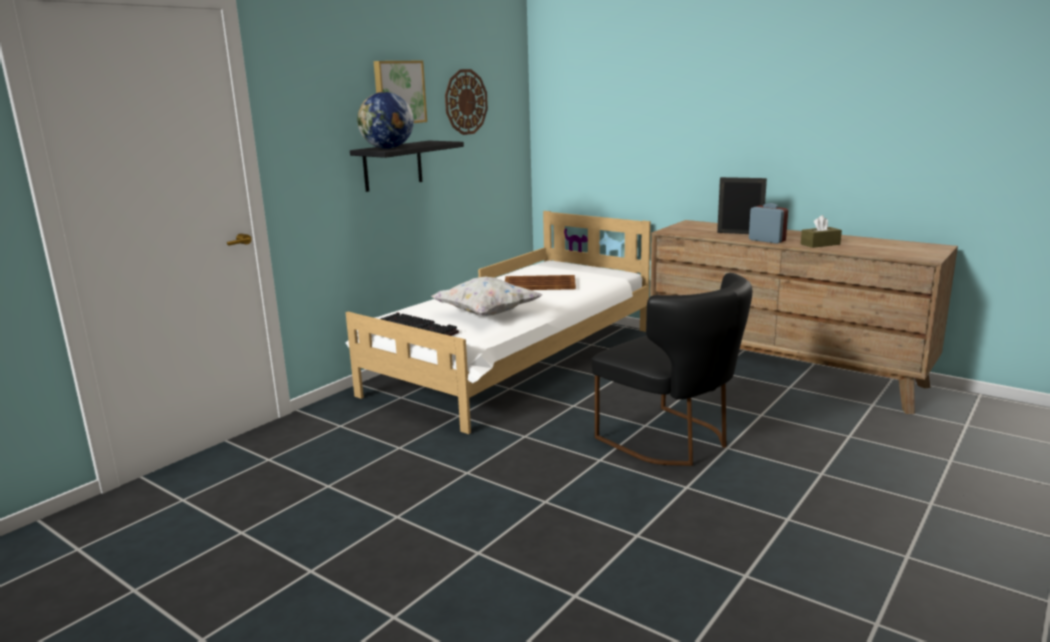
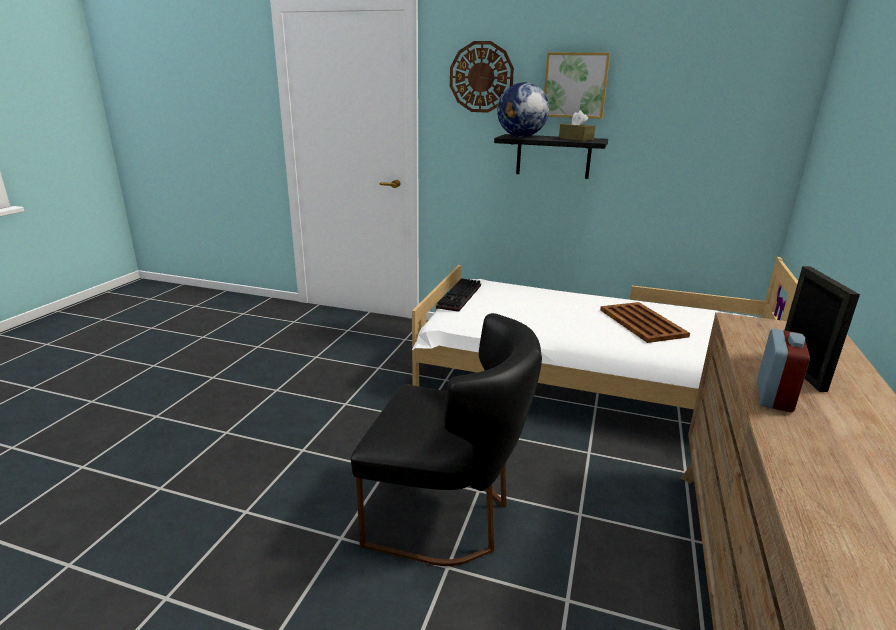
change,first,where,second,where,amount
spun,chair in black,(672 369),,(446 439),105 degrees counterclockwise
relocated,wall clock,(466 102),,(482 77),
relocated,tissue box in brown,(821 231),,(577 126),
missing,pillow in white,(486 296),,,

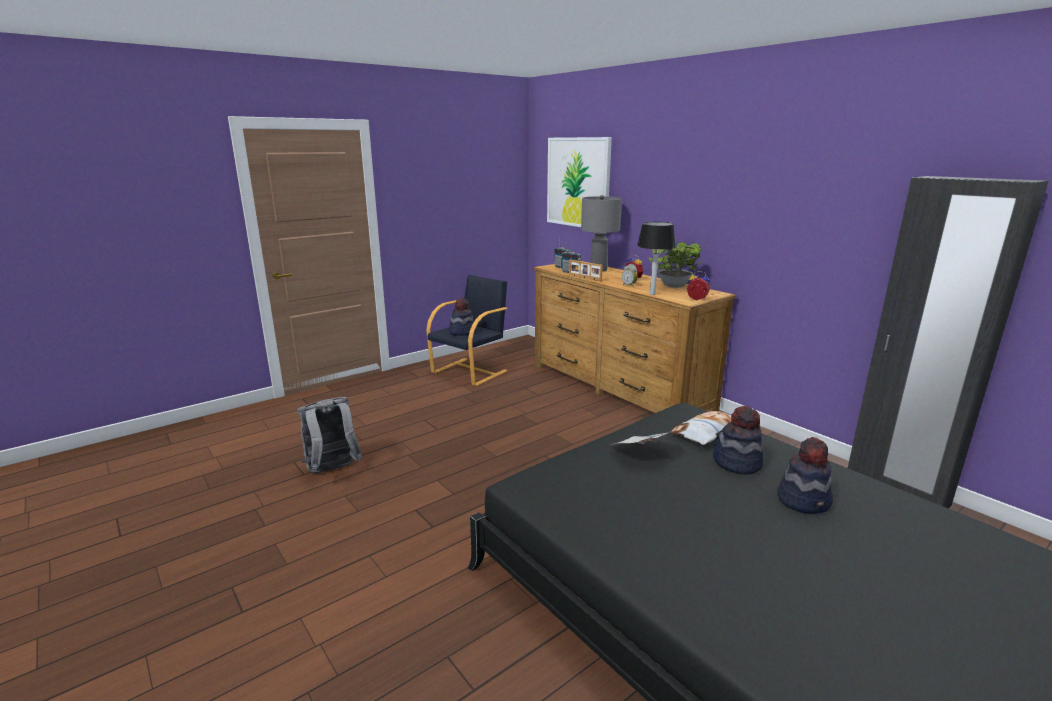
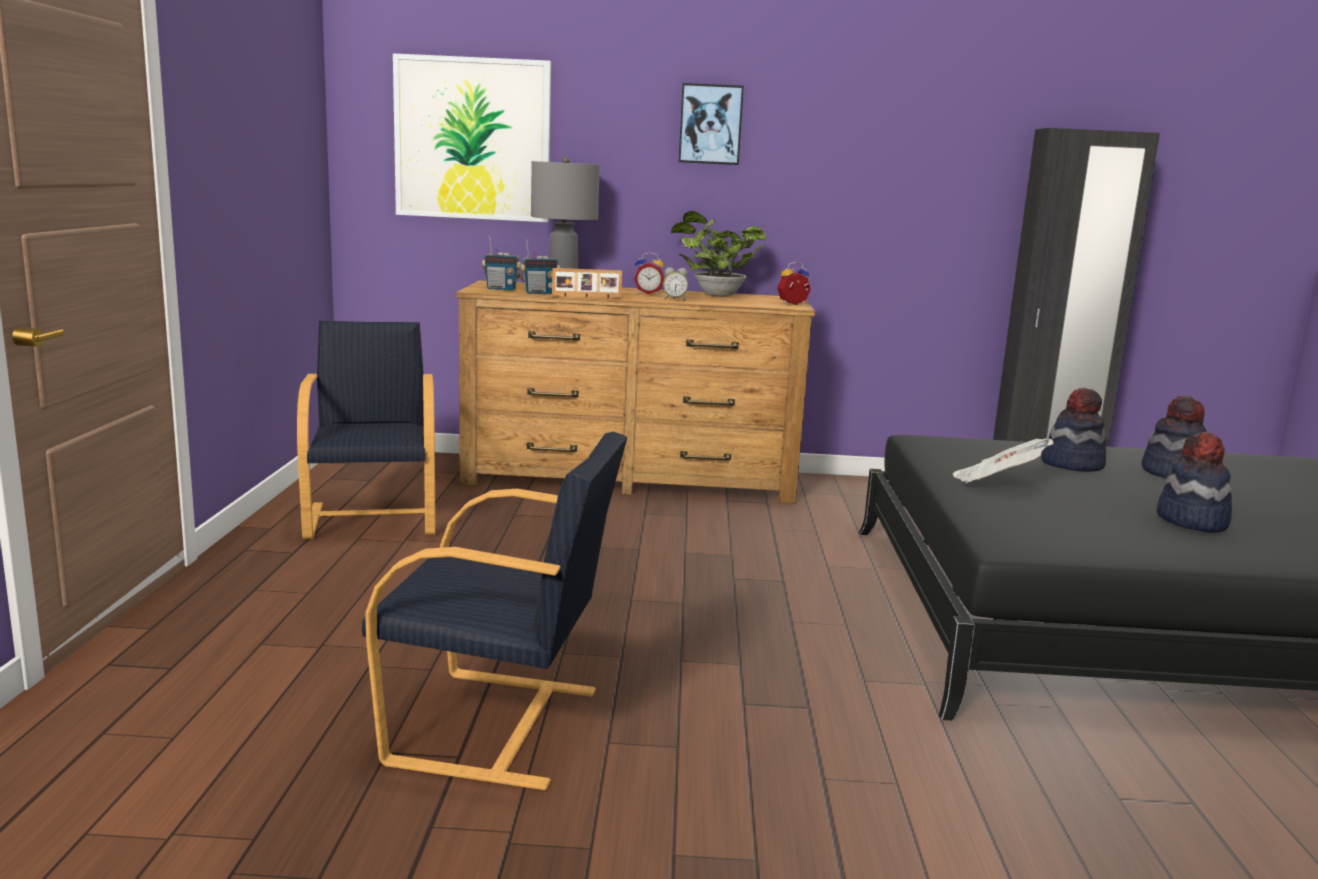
change,first,where,second,where,amount
exchanged,backpack in grey,(330 435),armchair in black,(494 611),
appeared,,,picture,(711 124),
relocated,hat,(462 317),,(1194 482),
missing,table lamp,(656 258),,,
missing,pillow,(700 428),,,

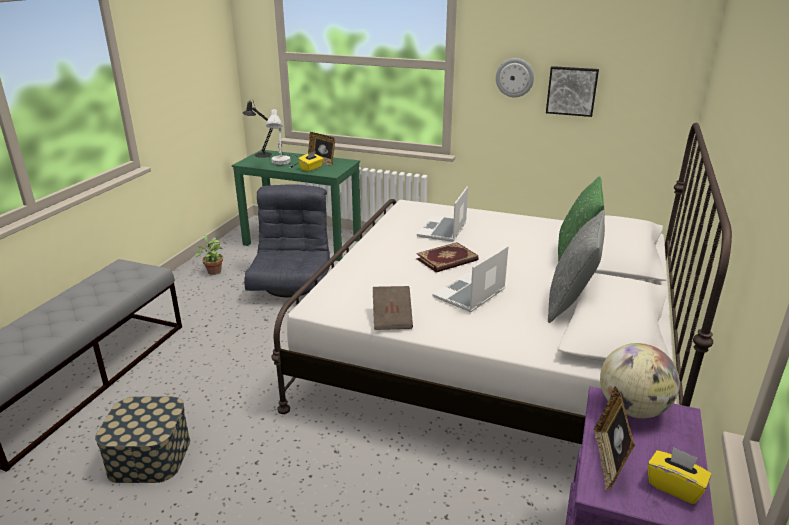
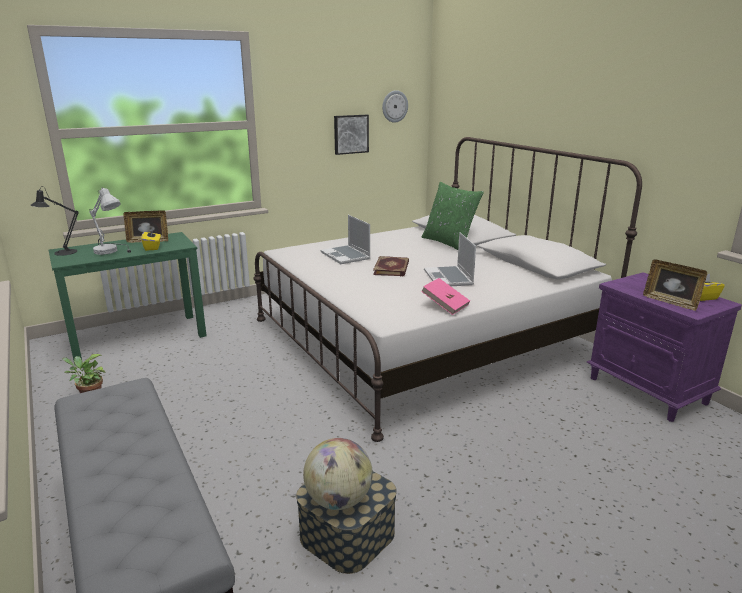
change,first,where,second,where,amount
relocated,globe,(640 380),,(338 474),
relocated,wall clock,(515 77),,(395 106),
colour,book in brown,(393 308),book in pink,(445 296),
missing,armchair in grey,(287 240),,,
missing,pillow in grey,(576 266),,,

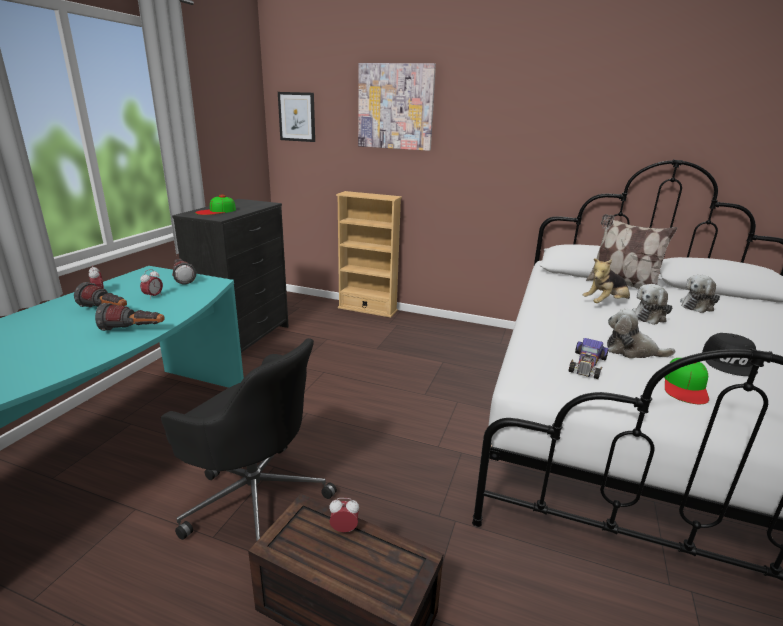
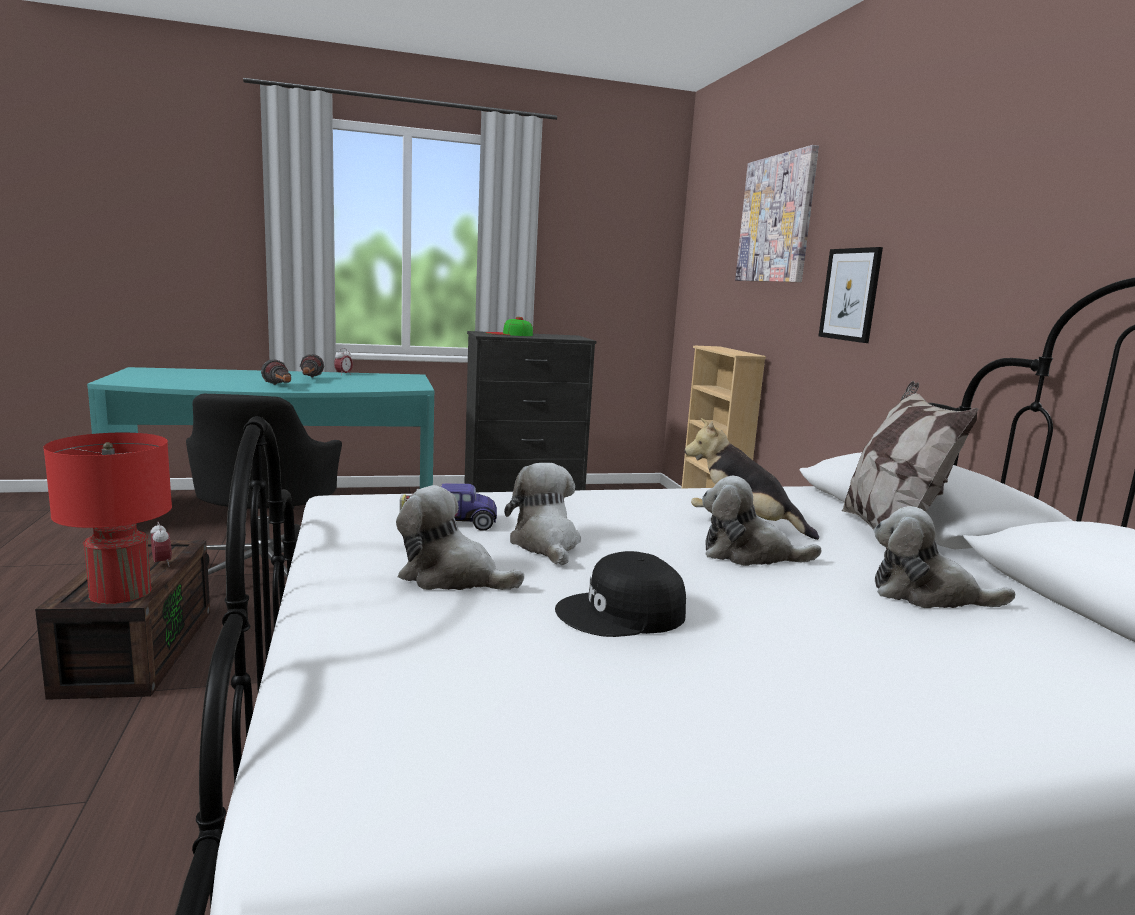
change,first,where,second,where,amount
appeared,,,table lamp in red,(107 518),
exchanged,cap,(686 381),plush toy,(460 537),
relocated,picture,(296 117),,(851 295),
missing,alarm clock,(151 284),,,
missing,flashlight,(184 271),,,

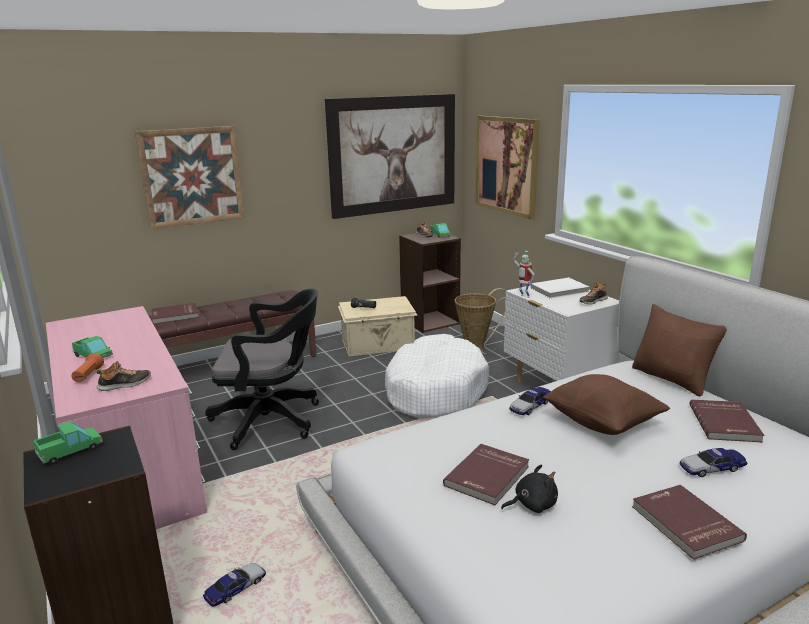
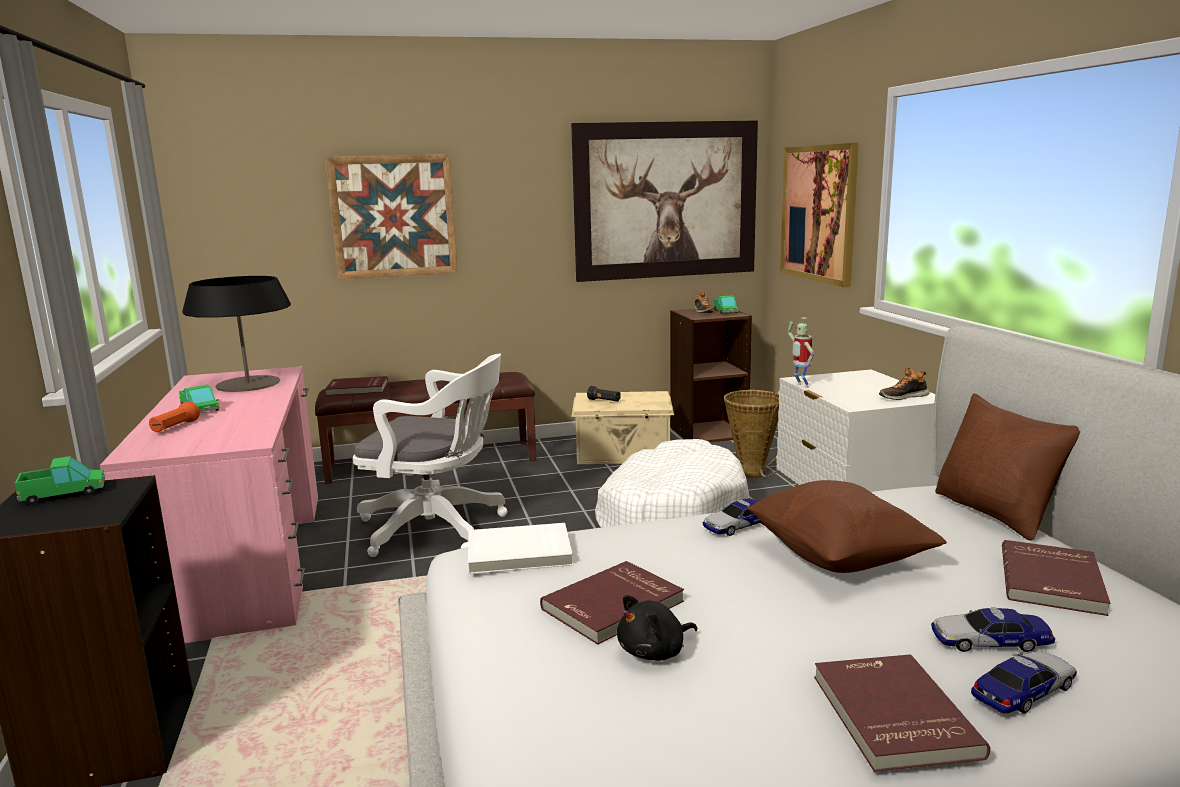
change,first,where,second,where,amount
appeared,,,table lamp,(236 334),
colour,office chair in black,(262 369),office chair in white,(430 455),
relocated,book in white,(559 288),,(520 548),
spun,plush toy in black,(529 488),,(657 627),150 degrees clockwise
relocated,toy car,(234 585),,(1024 682),
missing,shoe,(123 376),,,

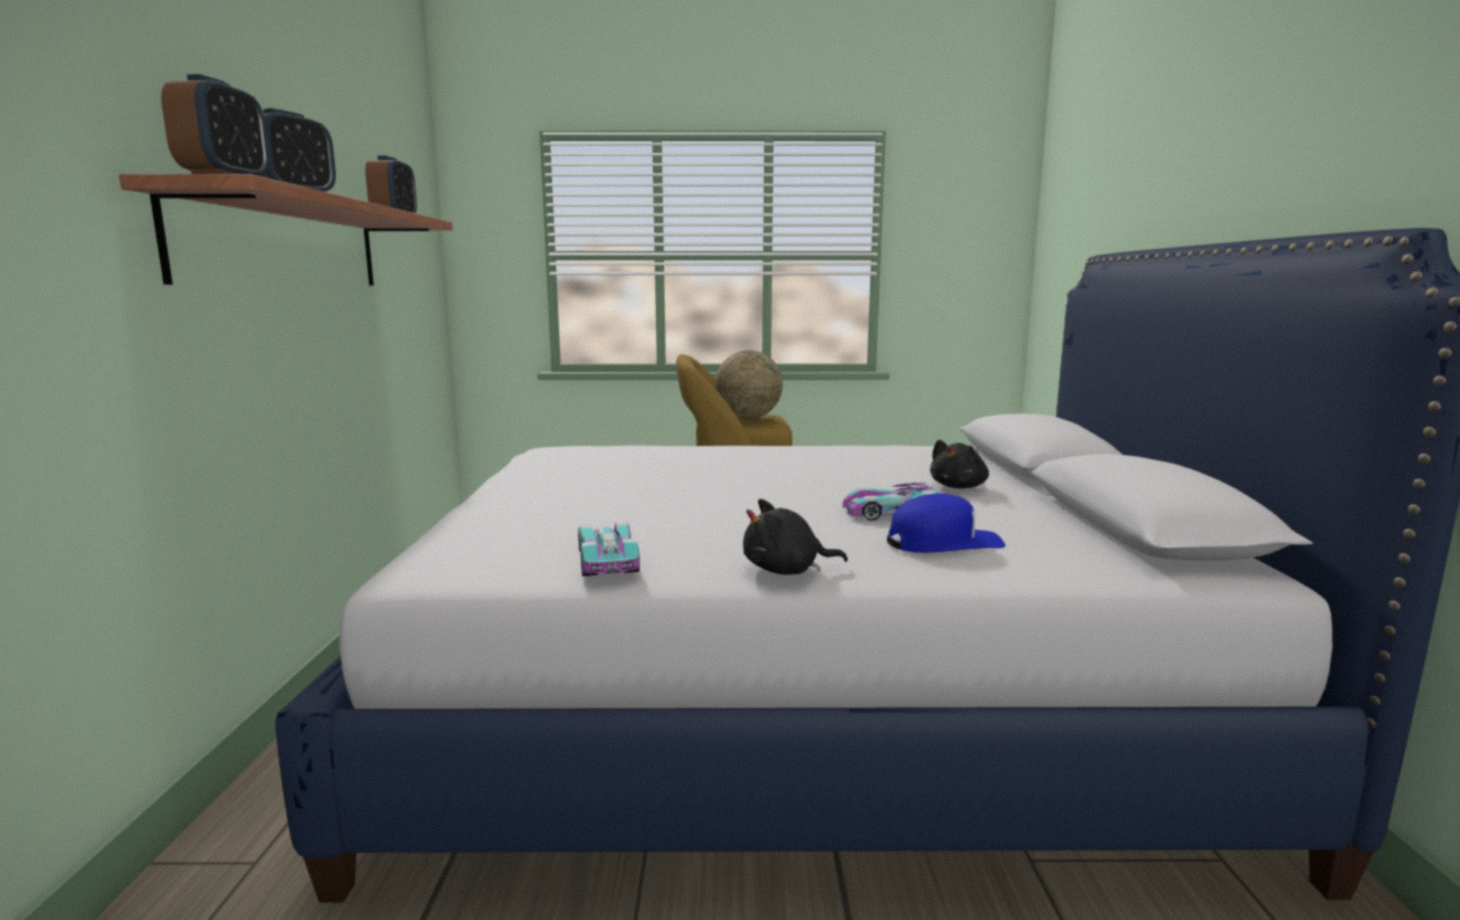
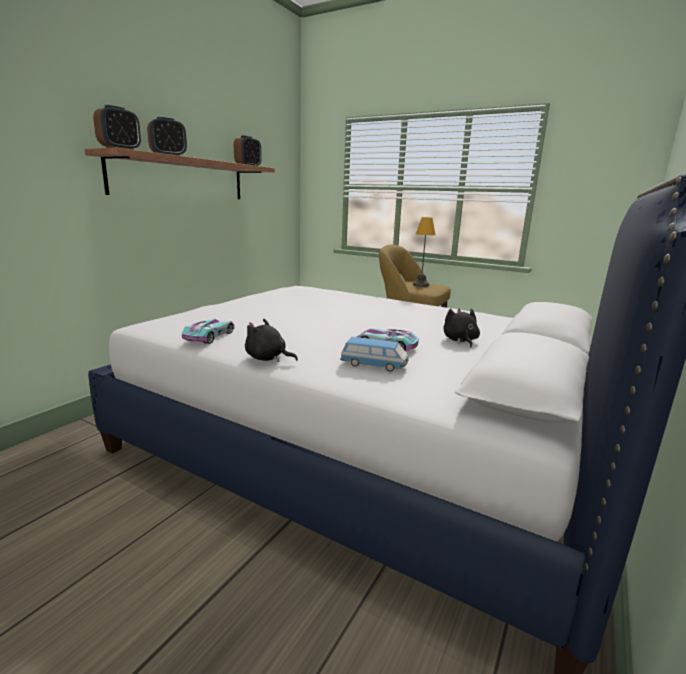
change,first,where,second,where,amount
exchanged,cap in blue,(946 523),toy car,(374 354),
exchanged,globe,(749 384),table lamp,(424 252),
spun,plush toy in black,(959 464),,(462 327),105 degrees clockwise

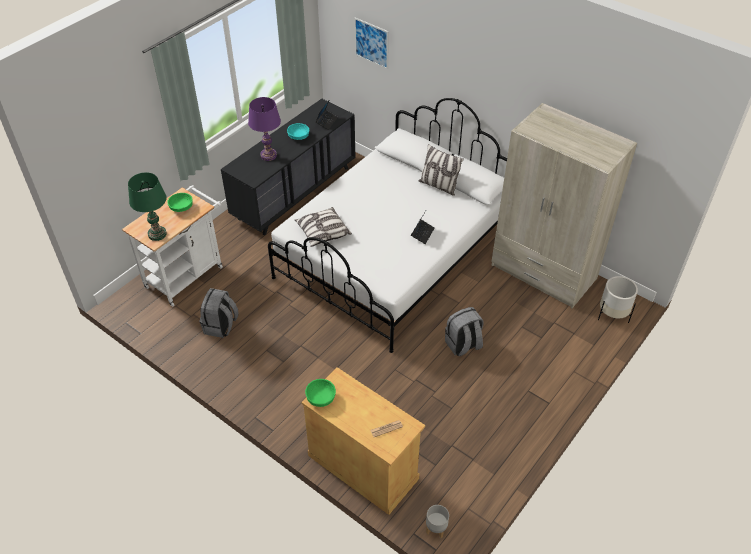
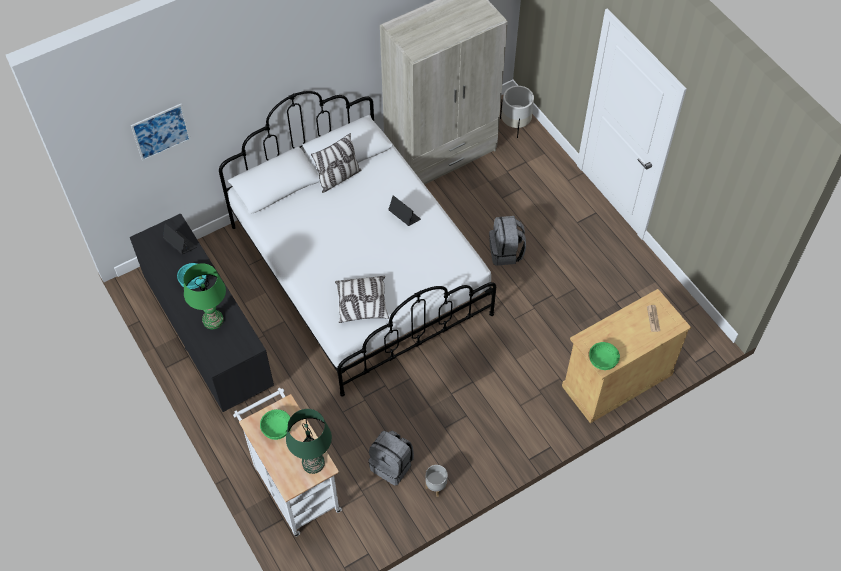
change,first,where,second,where,amount
colour,table lamp in purple,(264 129),table lamp in green,(204 296),
relocated,planter in grey,(437 522),,(436 481),

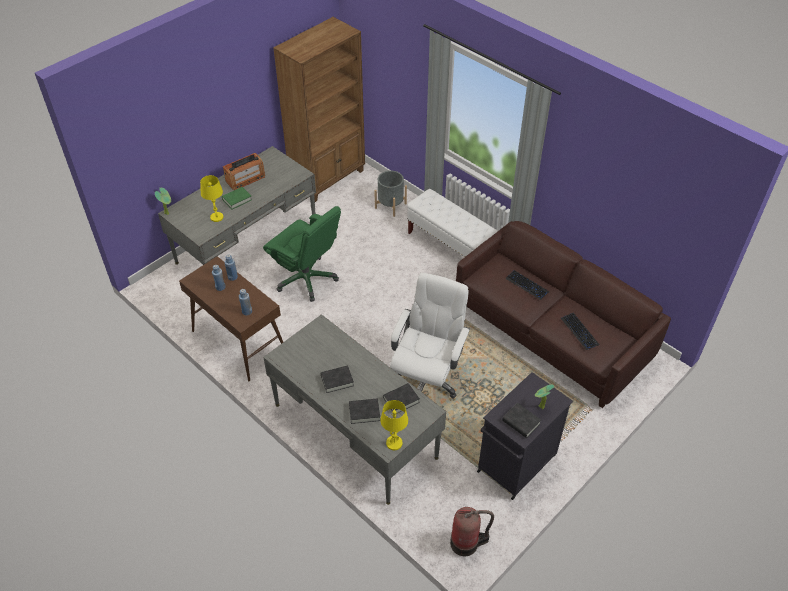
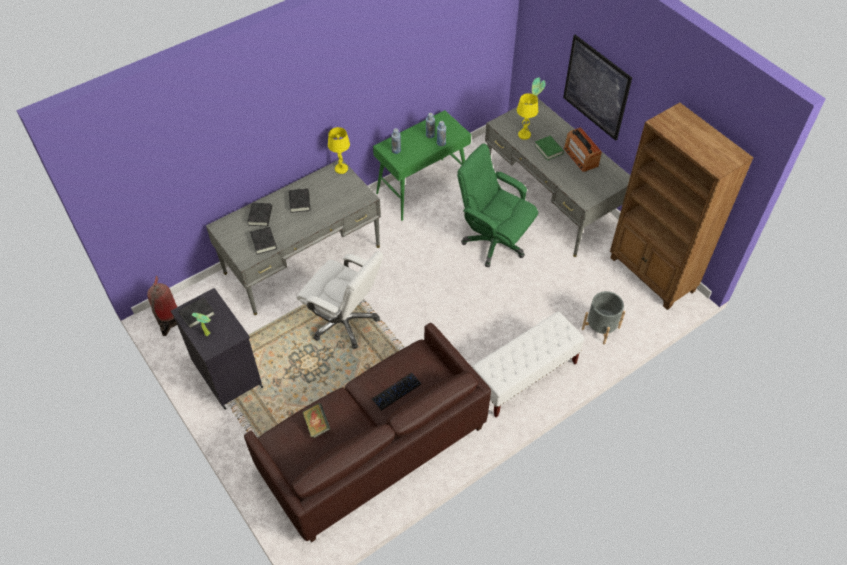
change,first,where,second,where,amount
exchanged,keyboard,(580 331),book,(316 420),
relocated,table lamp in yellow,(394 425),,(339 150),
colour,console table in brown,(231 318),console table in green,(422 165),
spun,office chair in green,(302 254),,(497 205),75 degrees clockwise
appeared,,,picture,(597 88),

